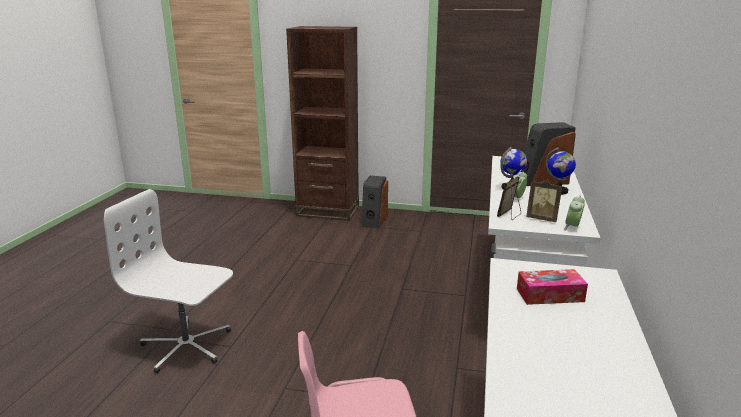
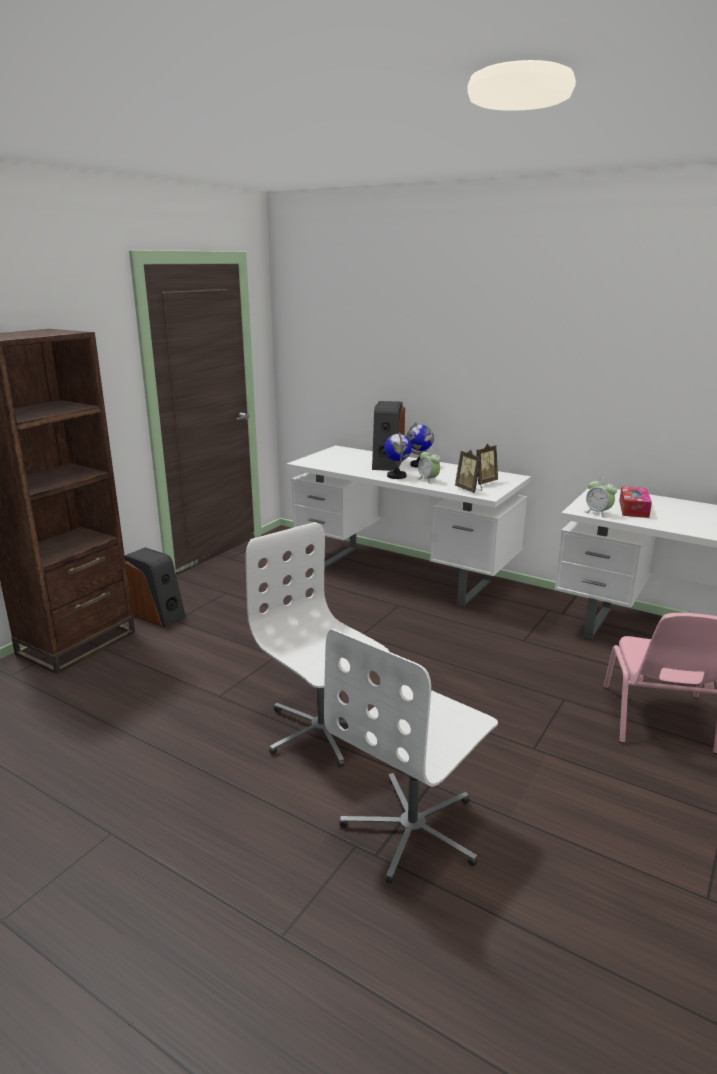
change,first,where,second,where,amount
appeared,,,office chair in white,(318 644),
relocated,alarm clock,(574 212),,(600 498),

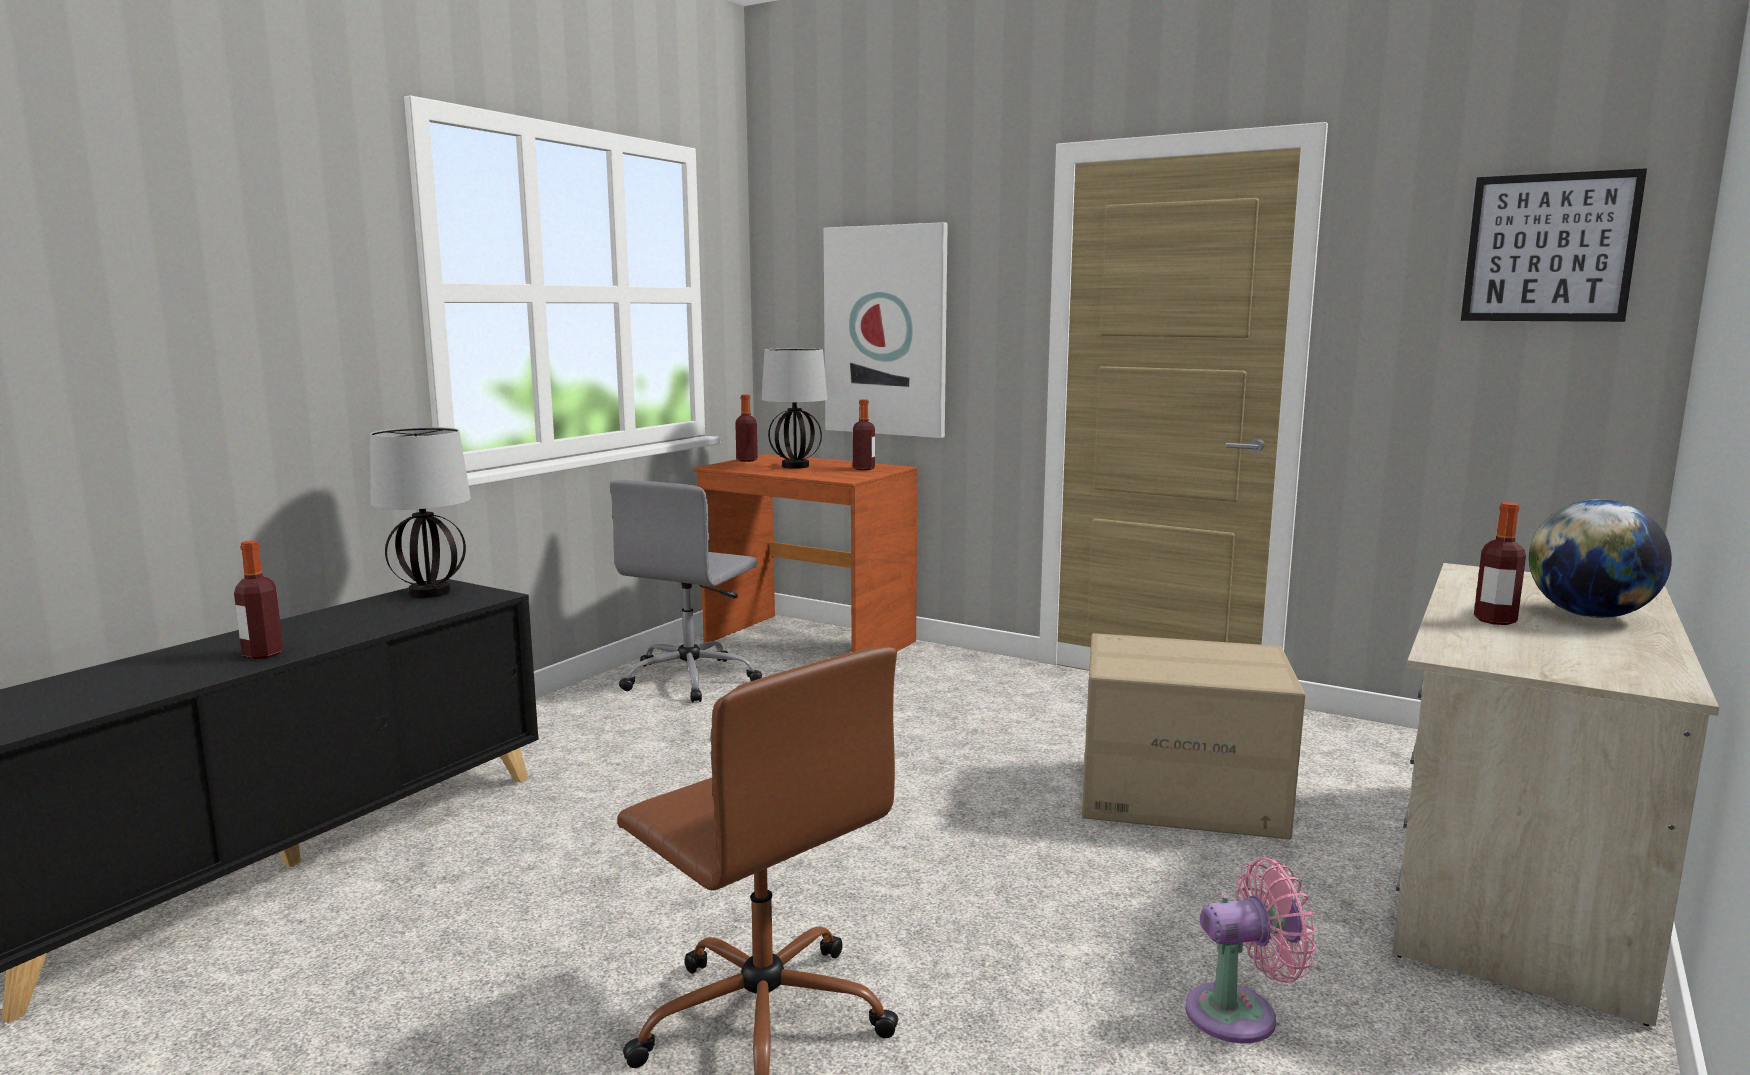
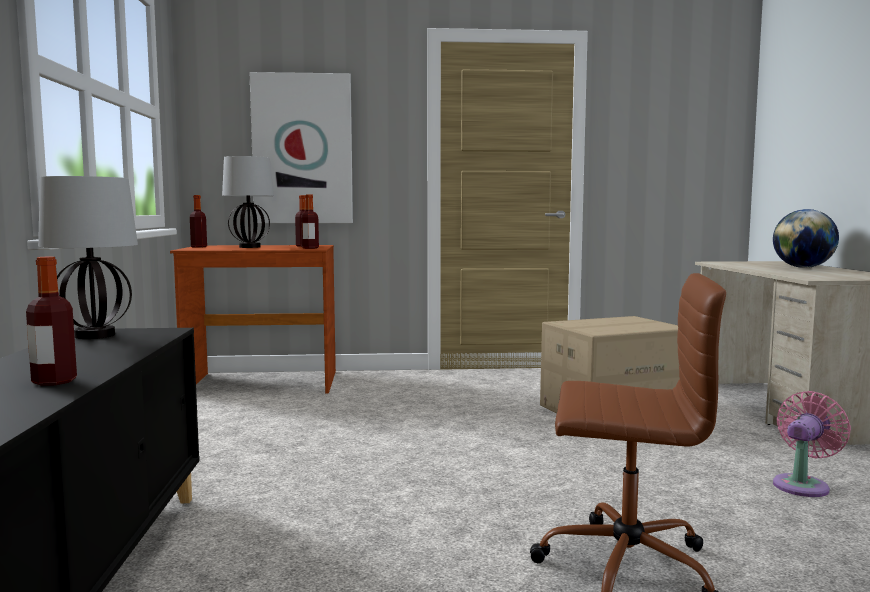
change,first,where,second,where,amount
relocated,bottle,(1500 563),,(310 222),
missing,office chair in grey,(686 591),,,
missing,picture,(1554 245),,,

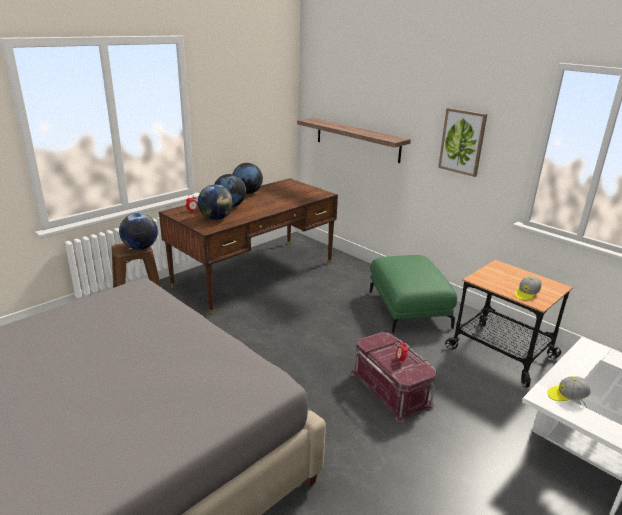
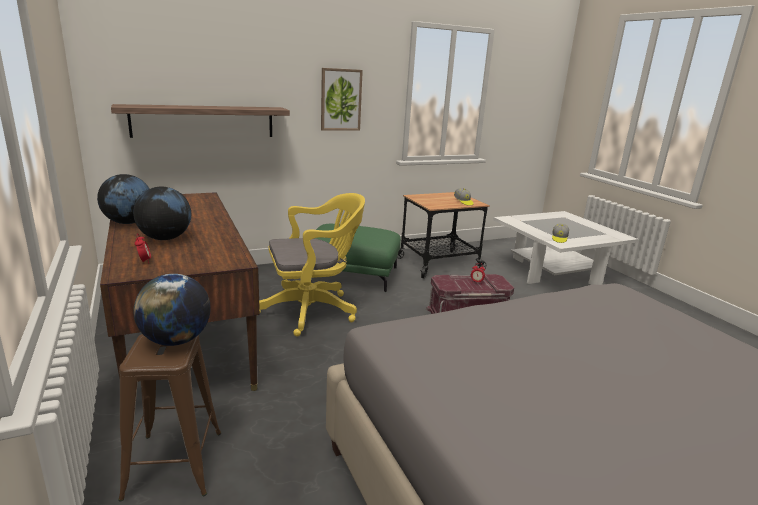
change,first,where,second,where,amount
appeared,,,office chair in yellow,(312 264),
missing,globe,(215 202),,,

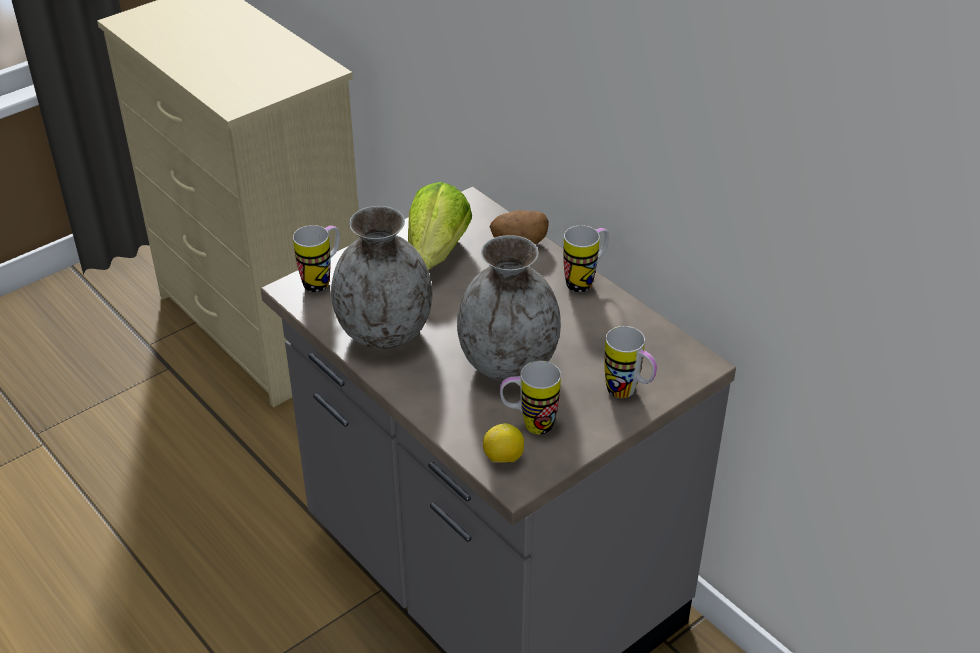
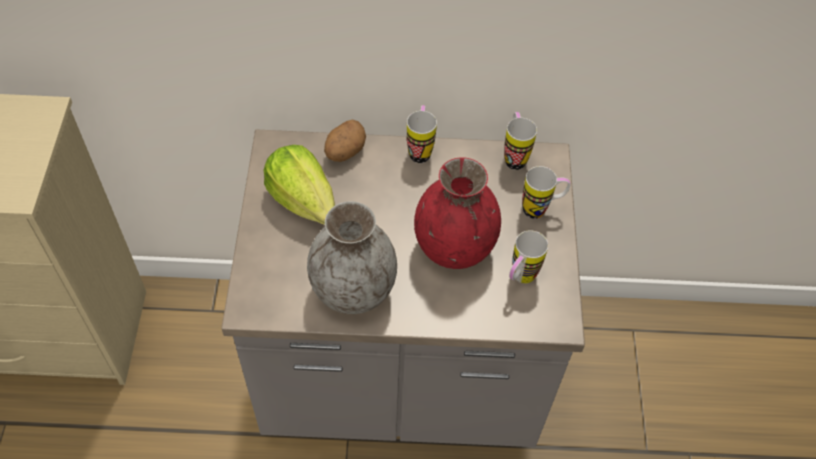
change,first,where,second,where,amount
colour,vase in grey,(509 308),vase in red,(457 213),
relocated,mug,(316 258),,(520 141),
missing,lemon,(503 443),,,

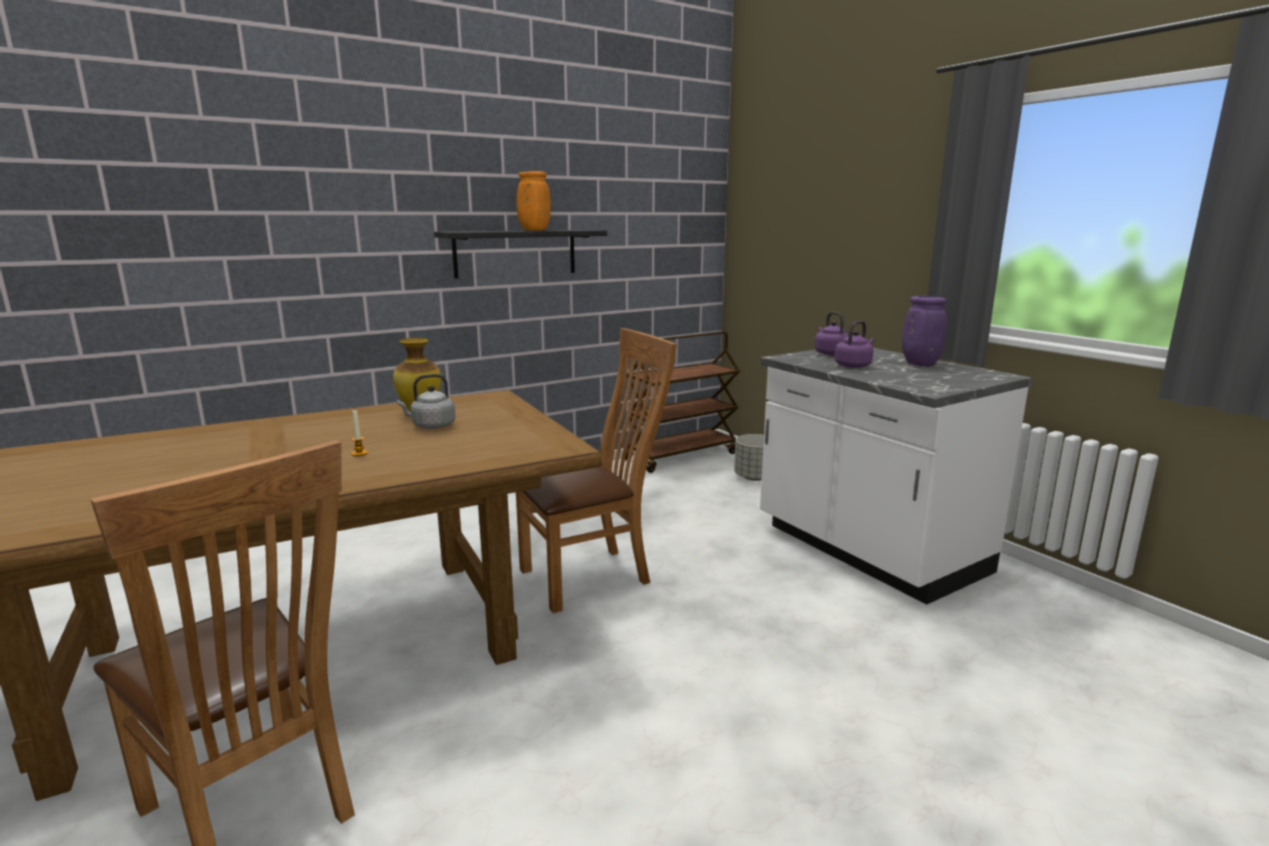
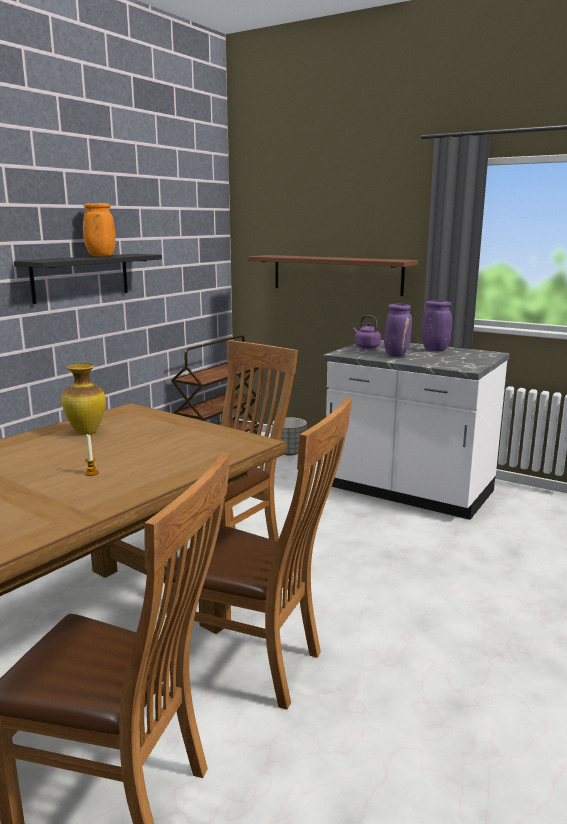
change,first,where,second,where,amount
appeared,,,chair in brown,(258 554),
appeared,,,shelf,(332 275),
exchanged,kettle in purple,(854 344),vase in purple,(398 330),
missing,kettle in grey,(426 401),,,

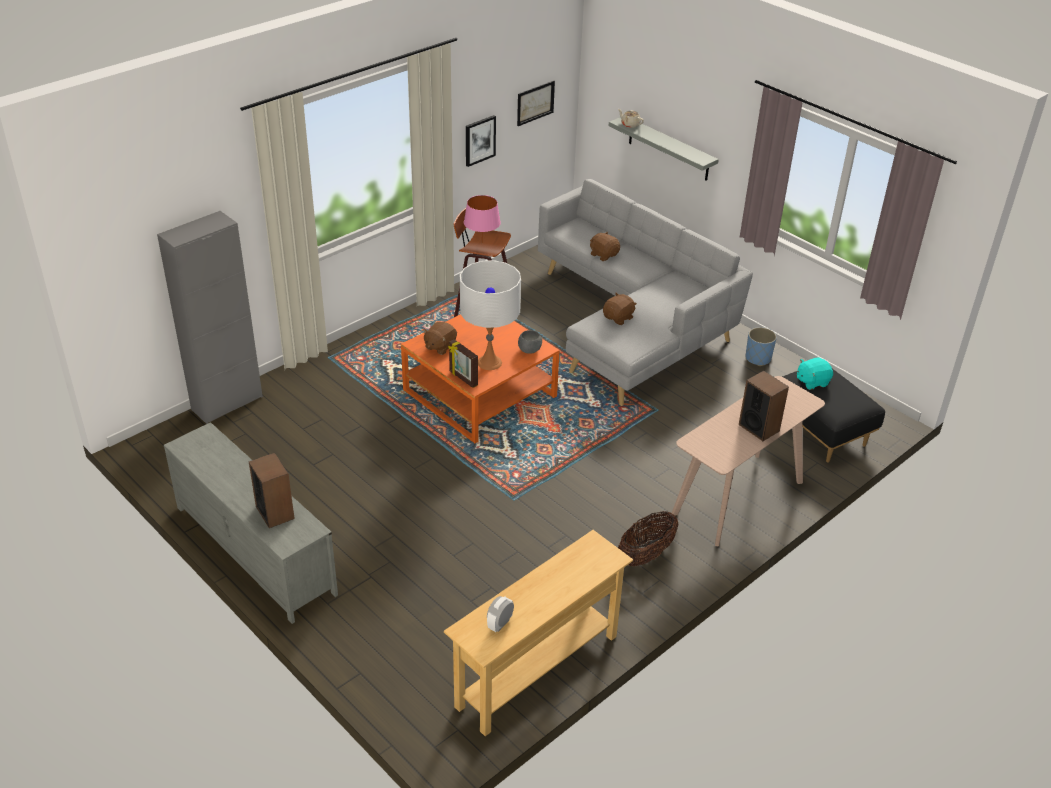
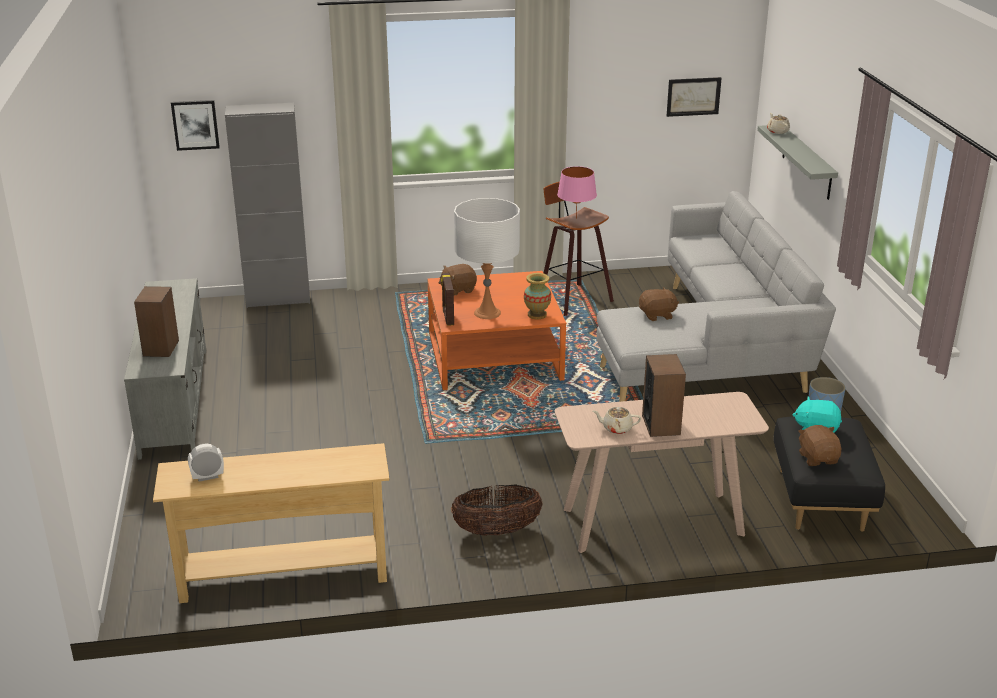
change,first,where,second,where,amount
relocated,picture,(481 141),,(195 125),
exchanged,bowl in grey,(530 342),vase,(537 296),
appeared,,,teapot in beige,(617 420),
relocated,plush toy in brown,(605 246),,(819 445),

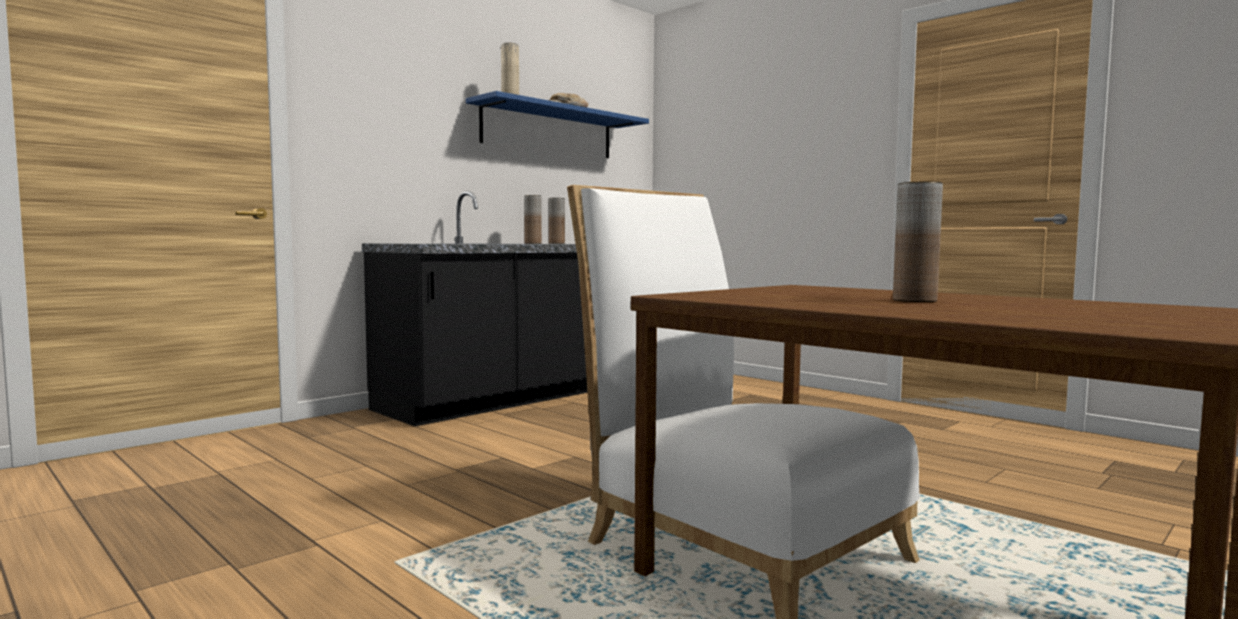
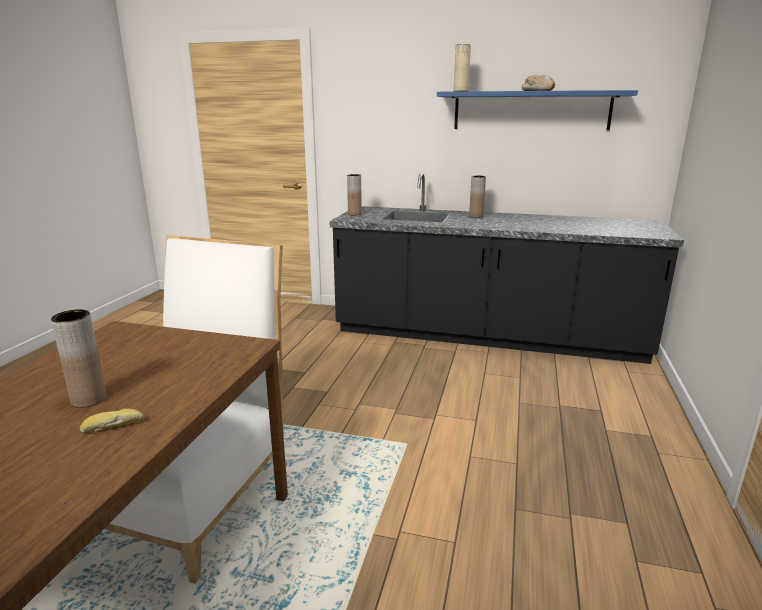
change,first,where,second,where,amount
appeared,,,bread,(112 421),
relocated,vase in brown,(557 221),,(354 195),

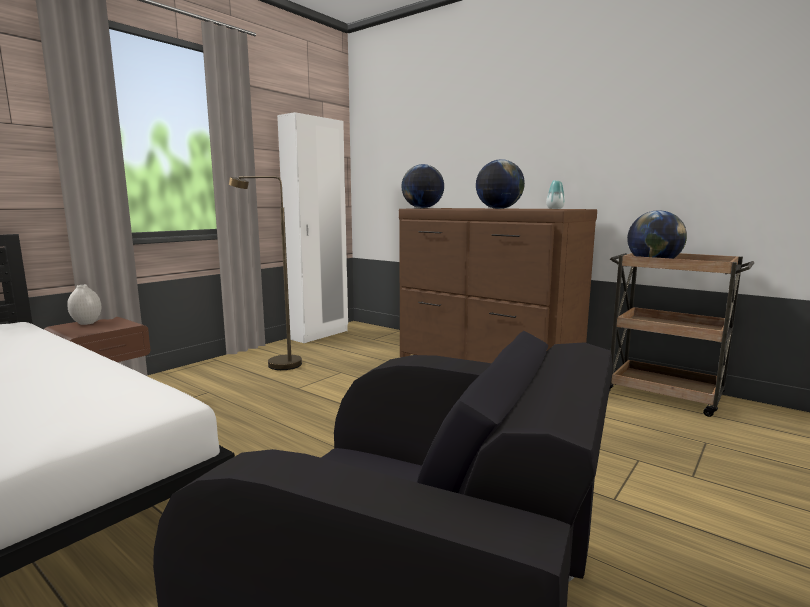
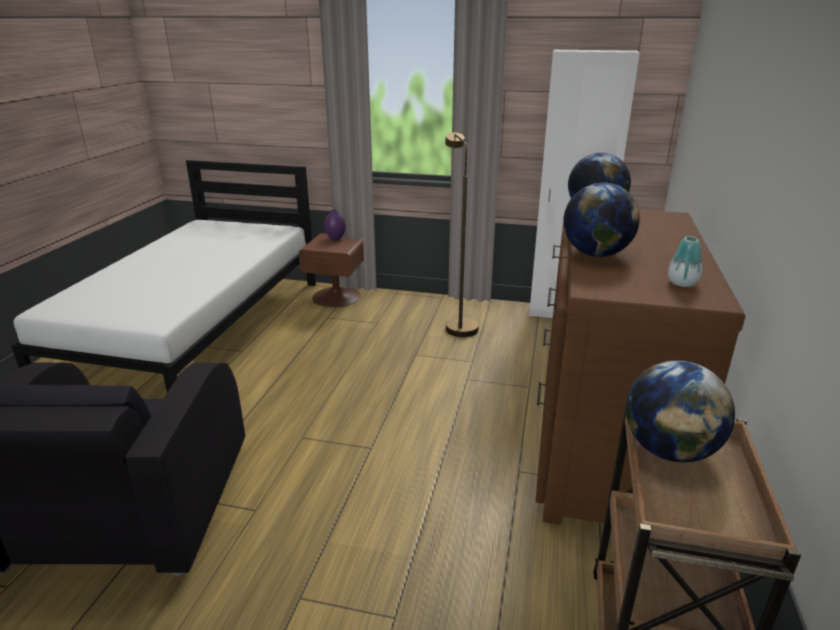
change,first,where,second,where,amount
colour,vase in white,(84 305),vase in purple,(335 225),

